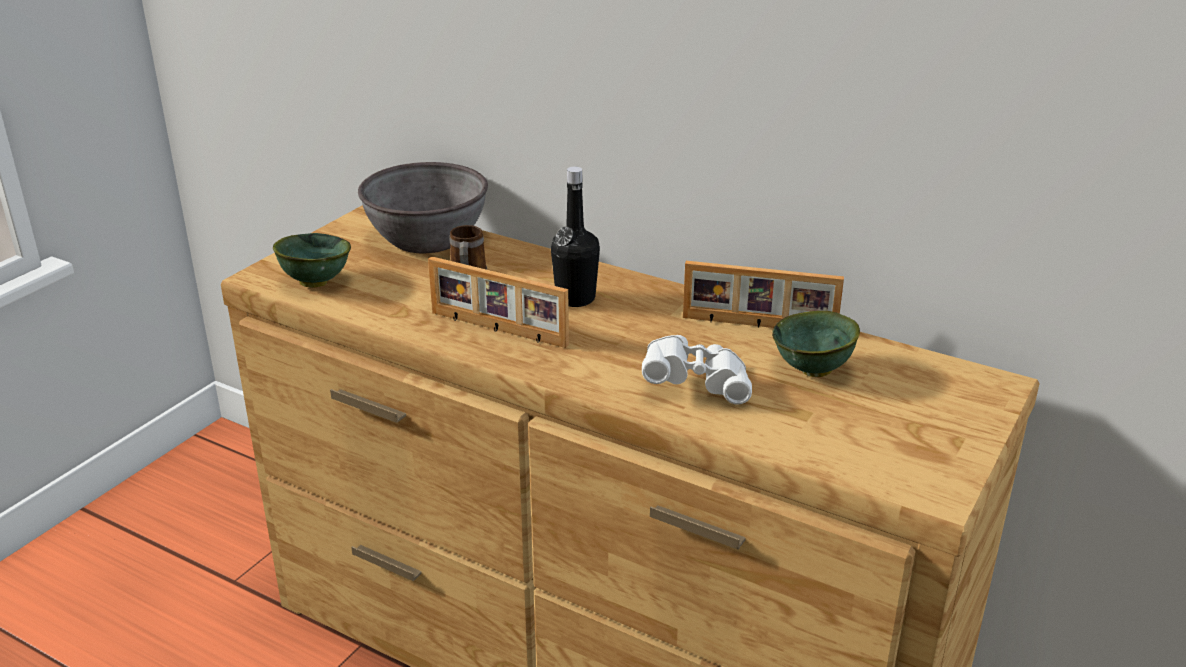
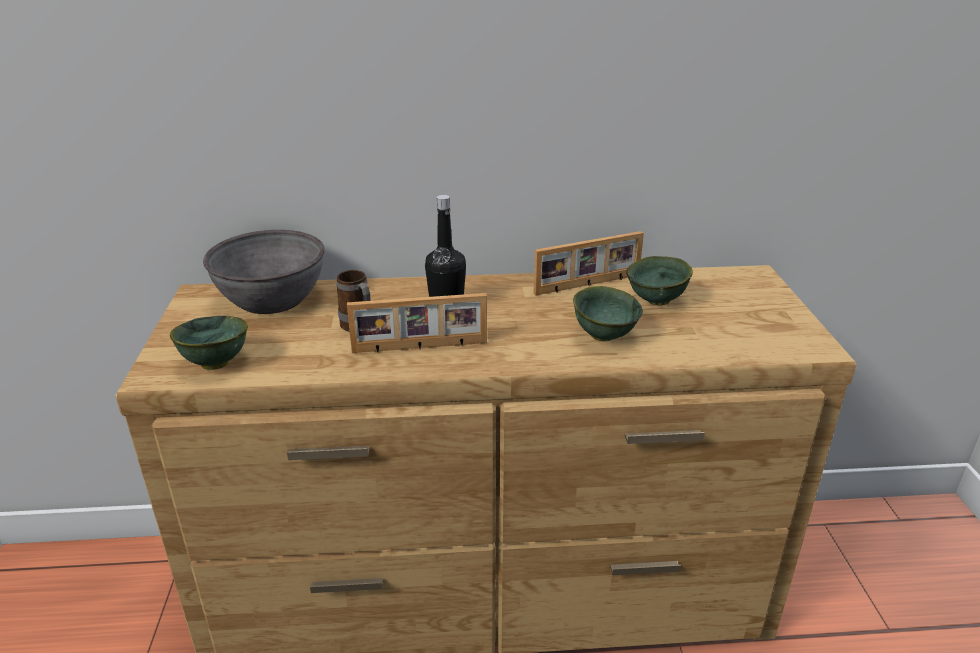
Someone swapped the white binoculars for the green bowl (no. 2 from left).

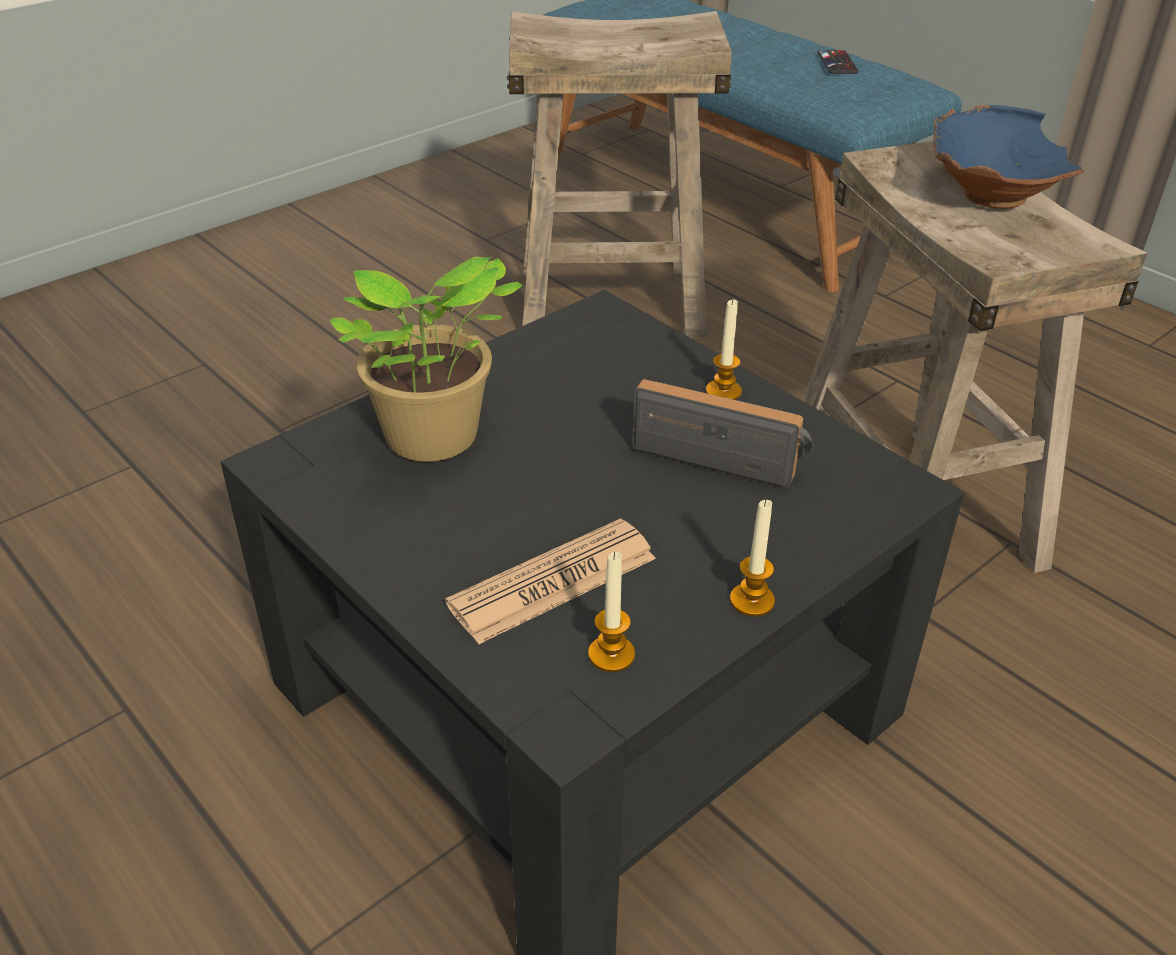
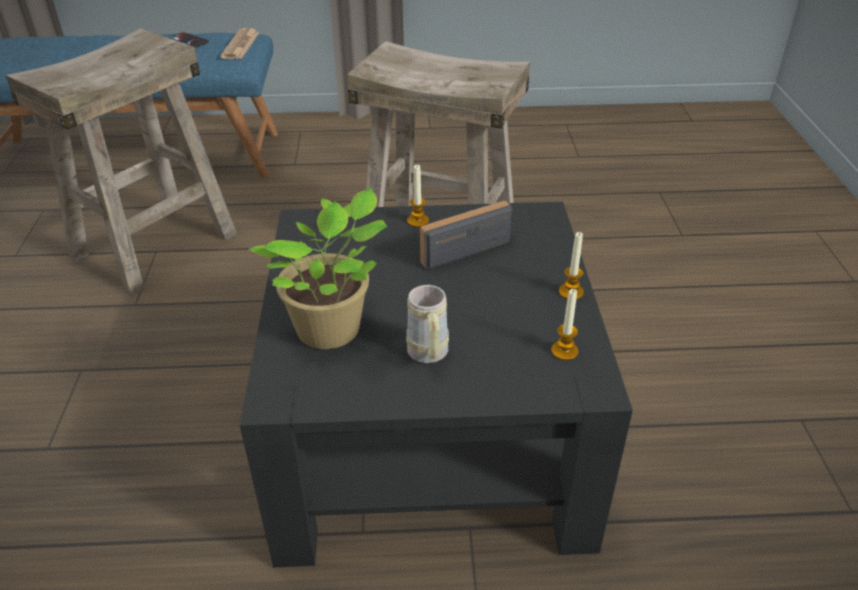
Someone carried the newspaper.
Someone put down the beige mug.
Someone took away the blue bowl.

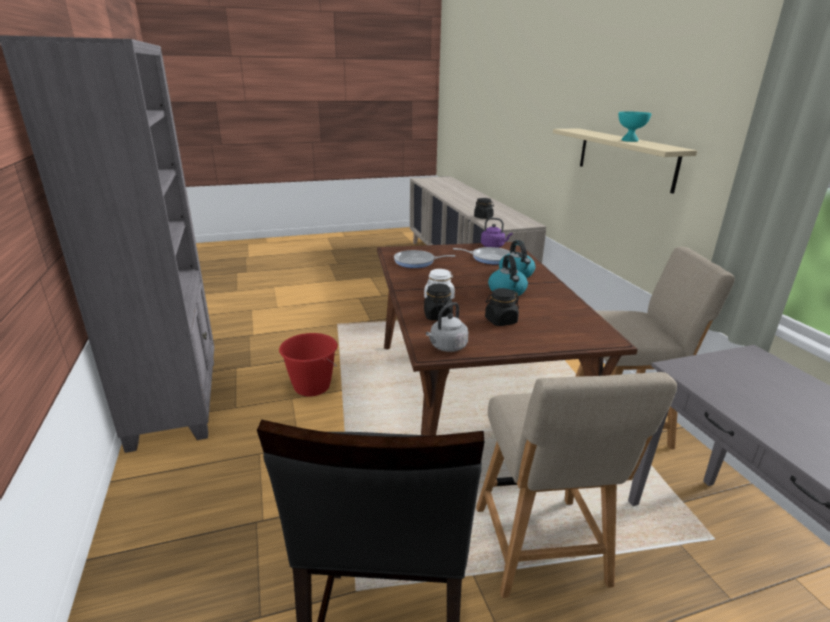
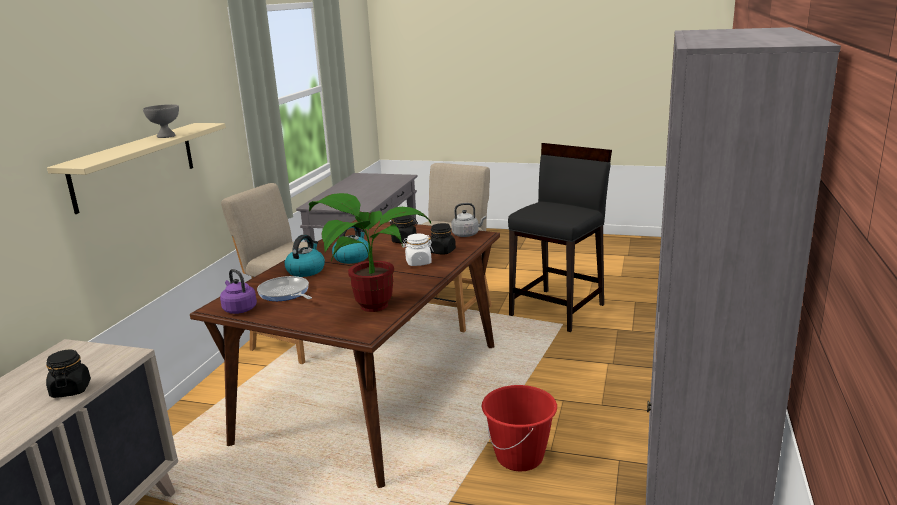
Someone repainted the turquoise bowl, which became the grey bowl.
Someone swapped the frying pan (no. 1 from left) for the potted plant.

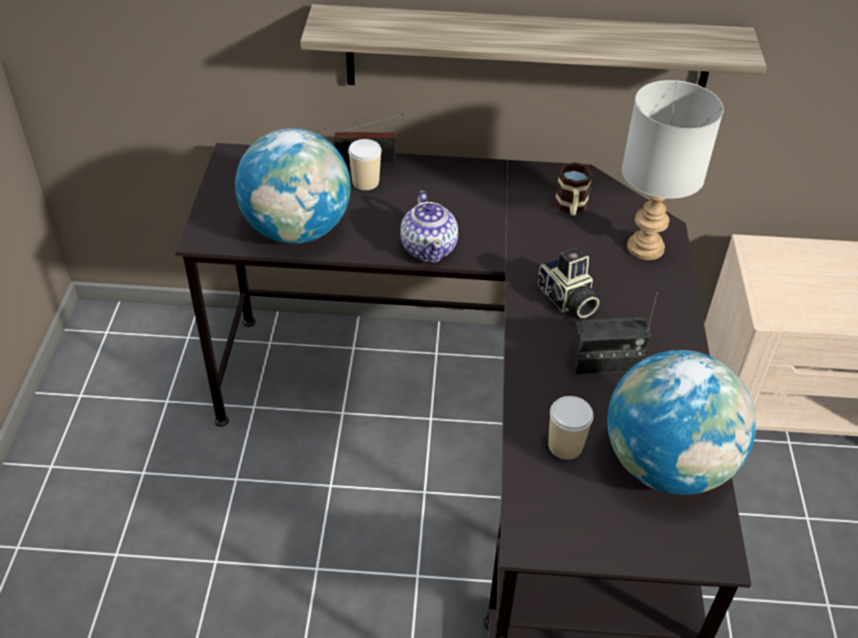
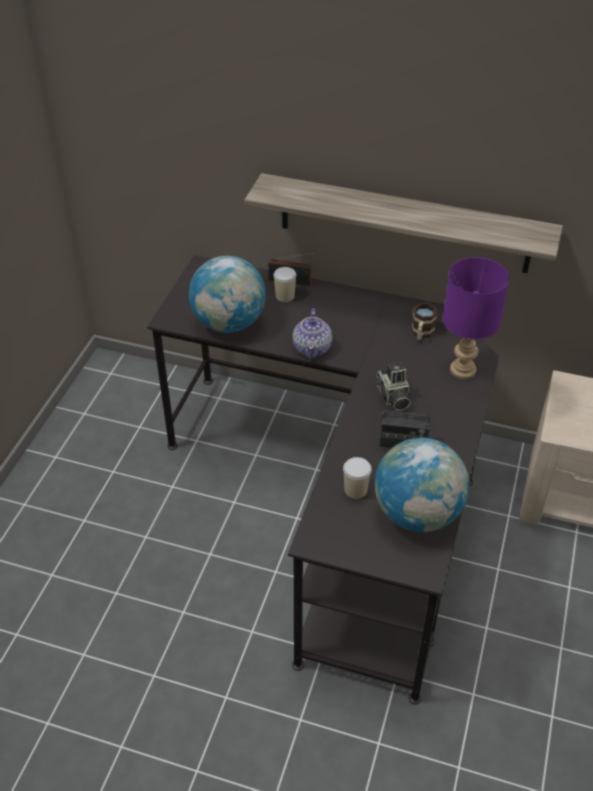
Someone repainted the grey table lamp, which became the purple table lamp.

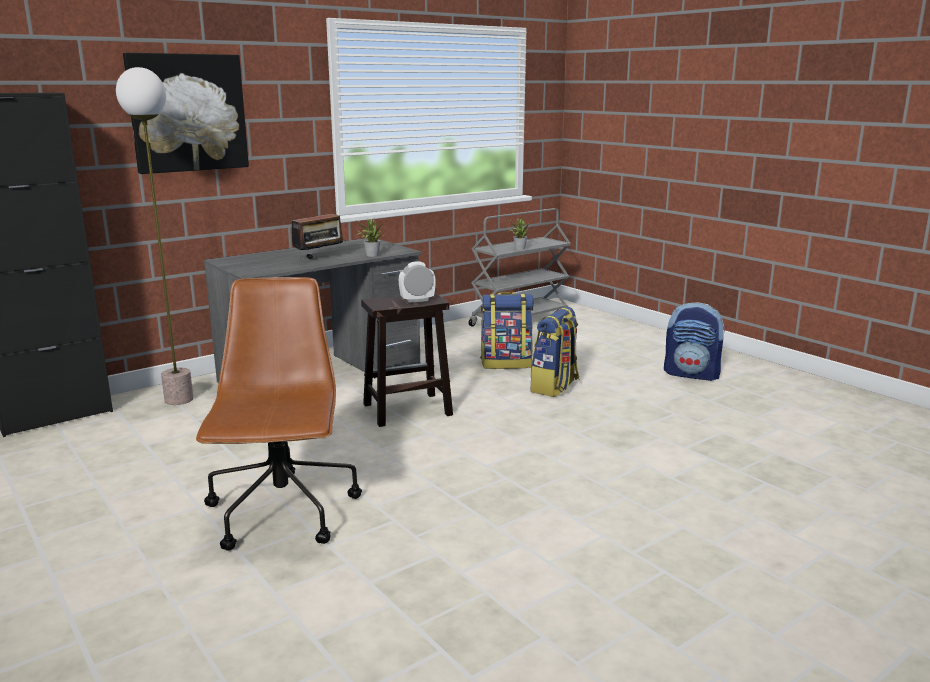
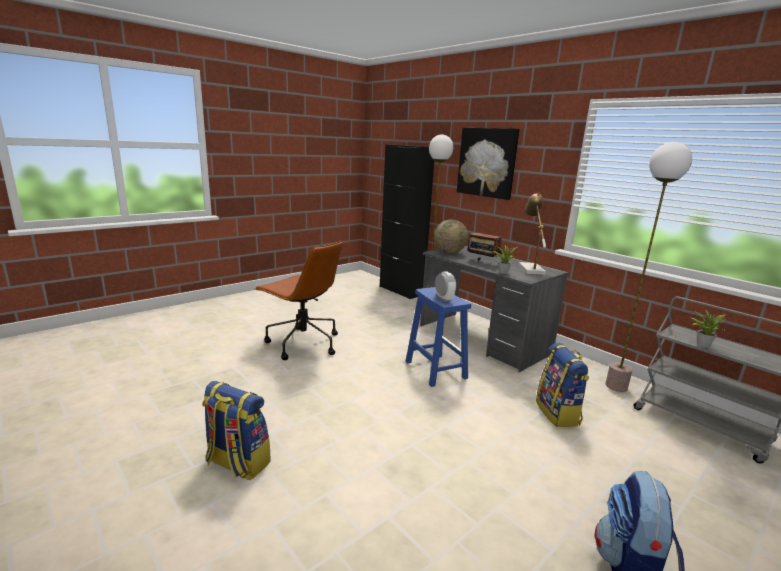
Someone carried the backpack (no. 2 from left in the first image).
Someone rotated the brown office chair by 45 degrees clockwise.
Someone repainted the brown stool, which became the blue stool.
Someone put down the globe.
Someone put down the table lamp.
Someone put down the floor lamp (no. 2 from left).

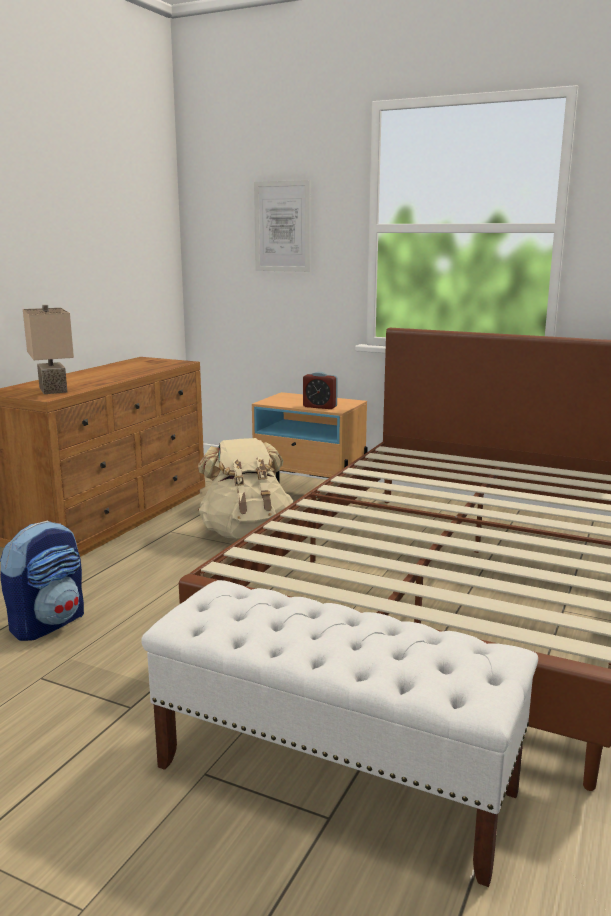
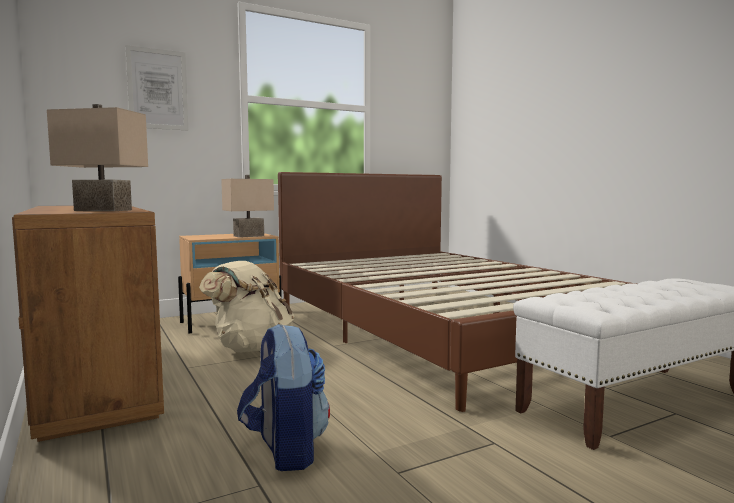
Someone swapped the alarm clock for the beige table lamp (no. 2 from left).

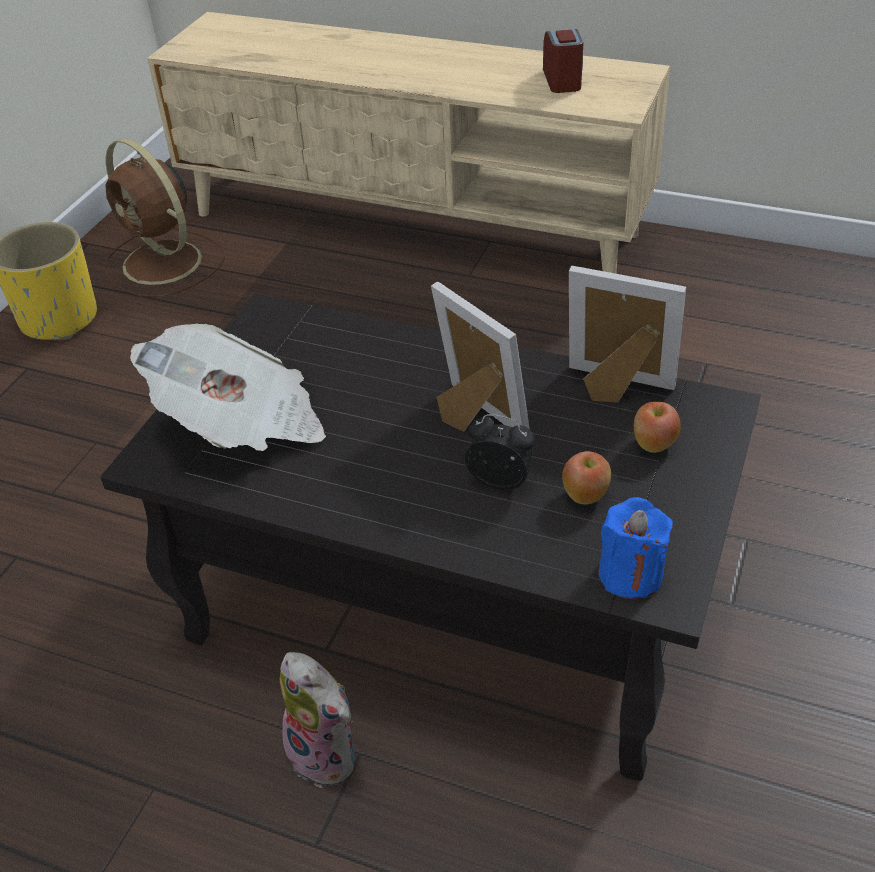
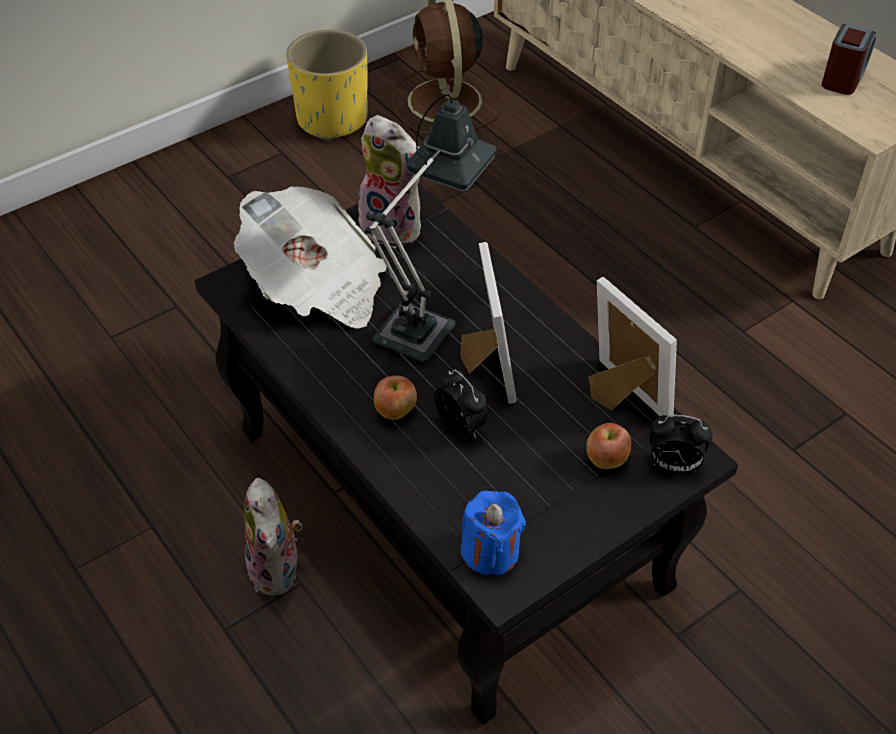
Someone put down the plush toy (no. 2 from left).
Someone put down the table lamp.
Someone carried the apple (no. 1 from left).
Someone put down the alarm clock (no. 2 from left).

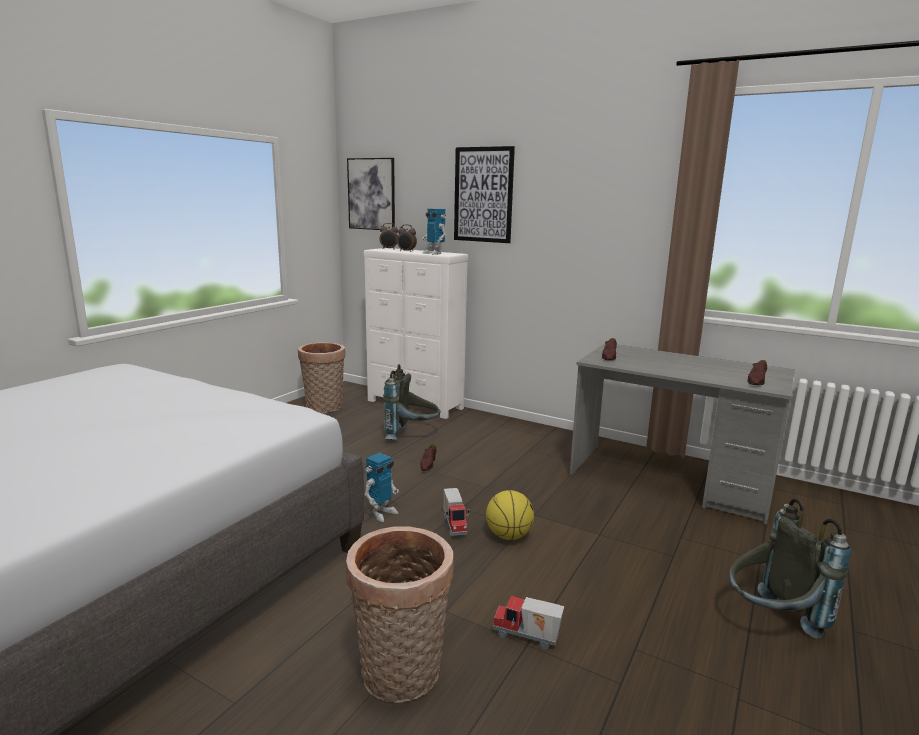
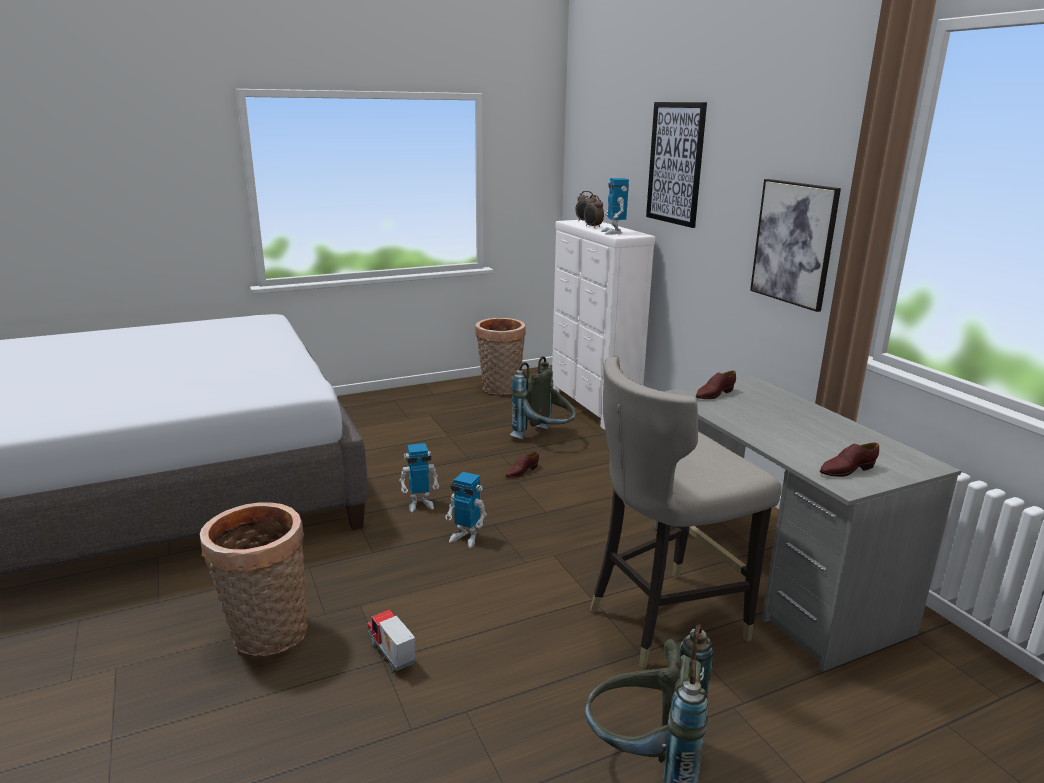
Someone swapped the toy truck (no. 1 from left) for the toy robot (no. 2 from left).
Someone put down the grey stool.
Someone carried the picture (no. 1 from left in the first image).
Someone took away the basketball.

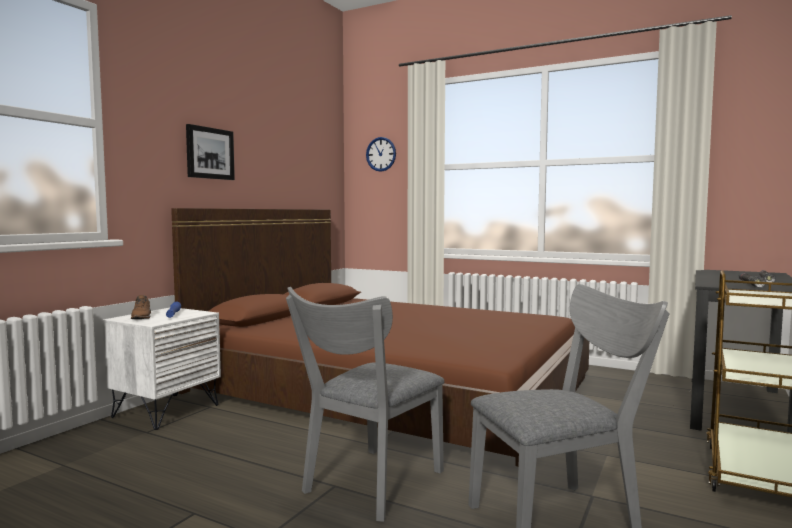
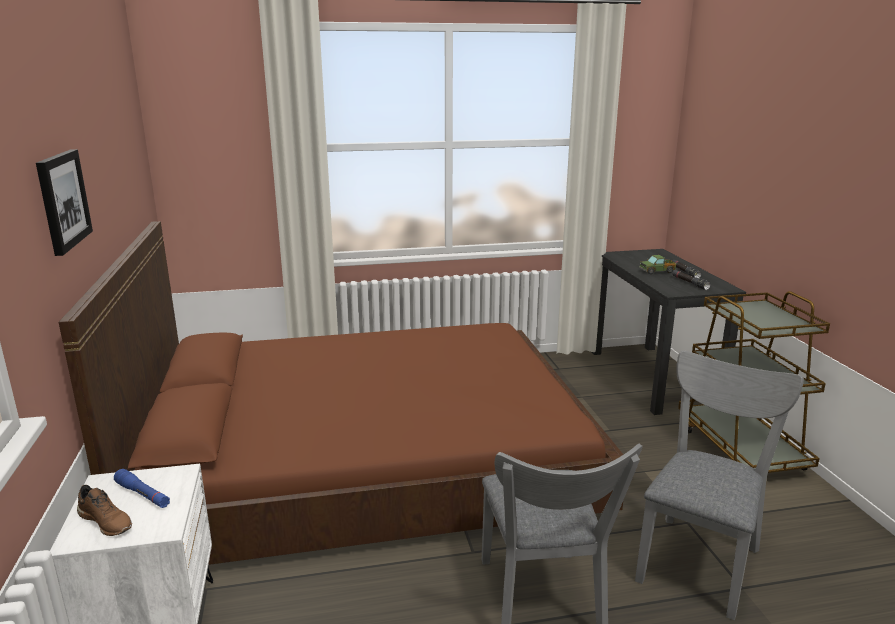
Someone put down the toy truck.
Someone took away the wall clock.

